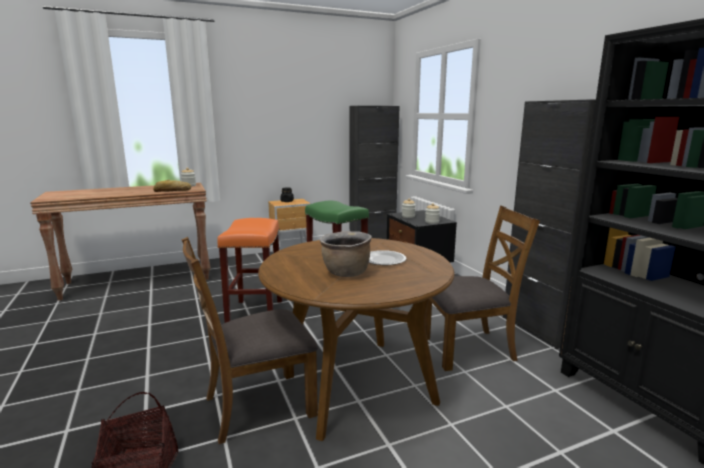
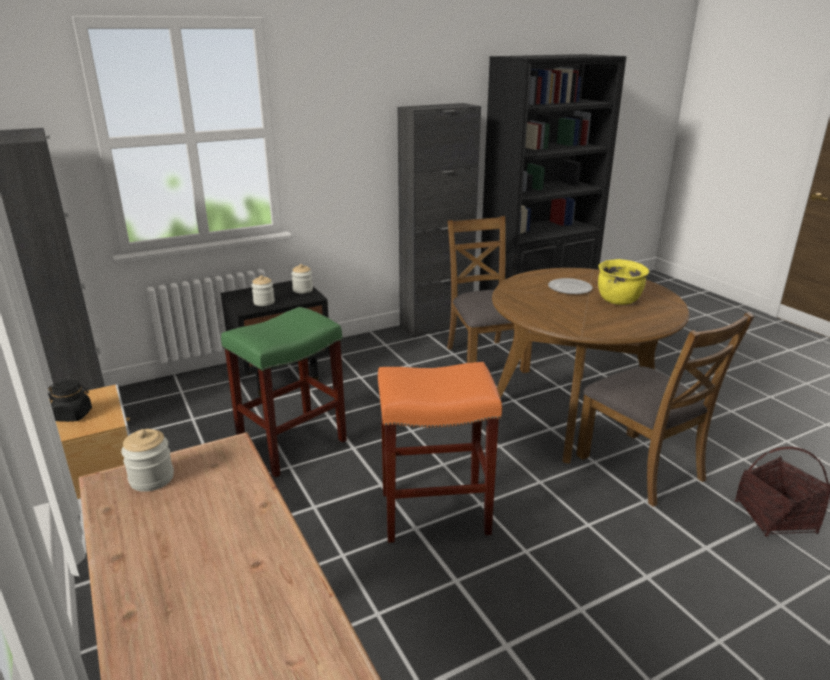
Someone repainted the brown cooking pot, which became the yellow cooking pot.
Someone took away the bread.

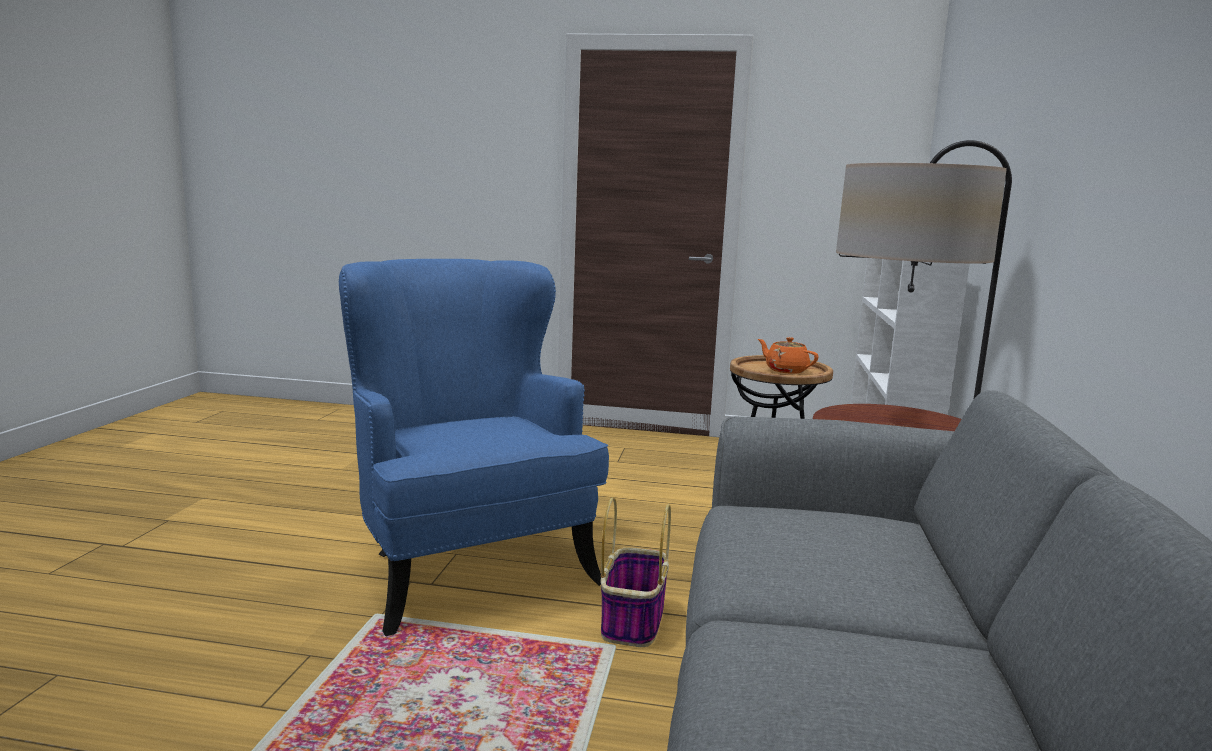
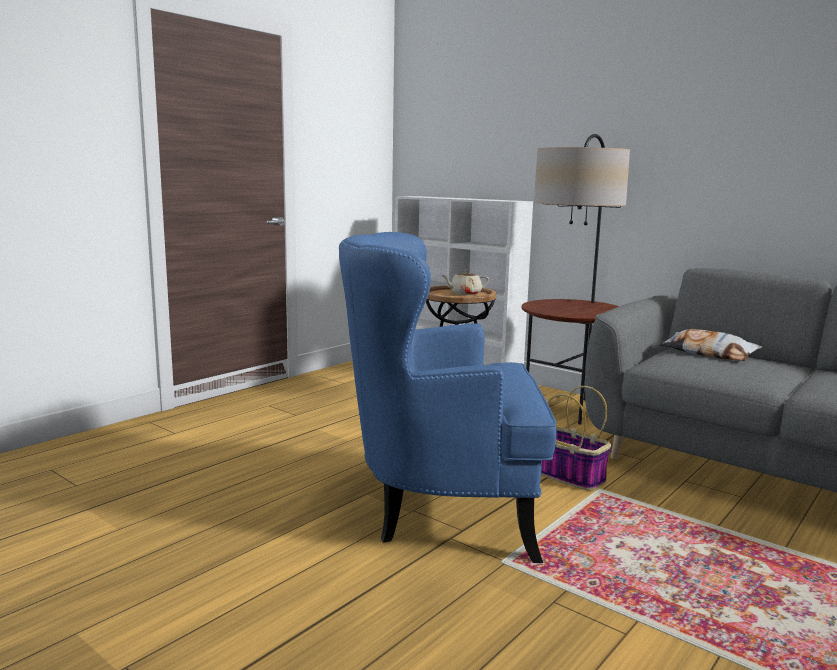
Someone repainted the orange teapot, which became the beige teapot.
Someone put down the pillow.

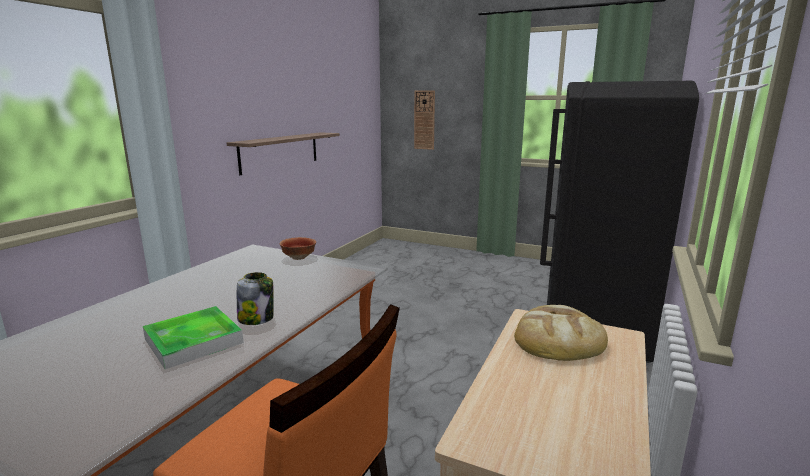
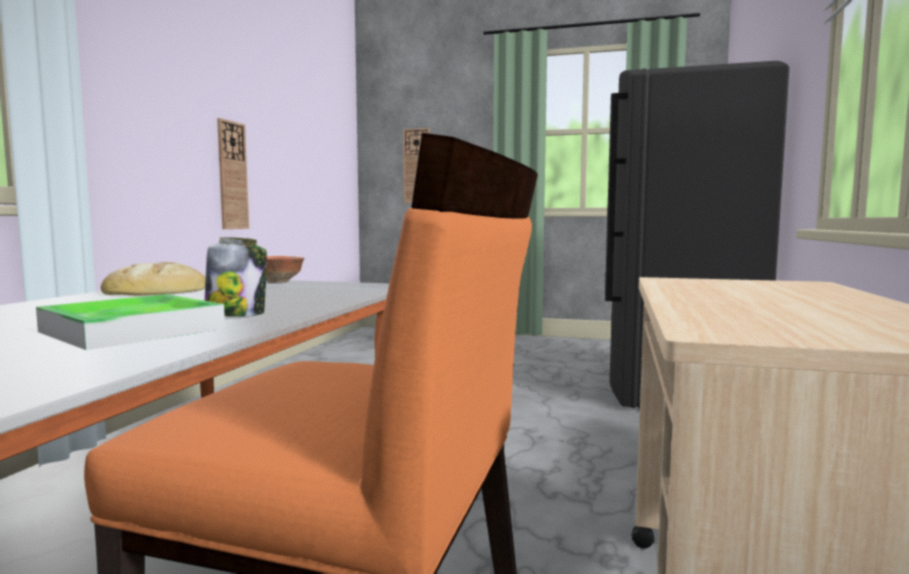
Someone carried the bread.
Someone swapped the shelf for the wall clock (no. 1 from left).

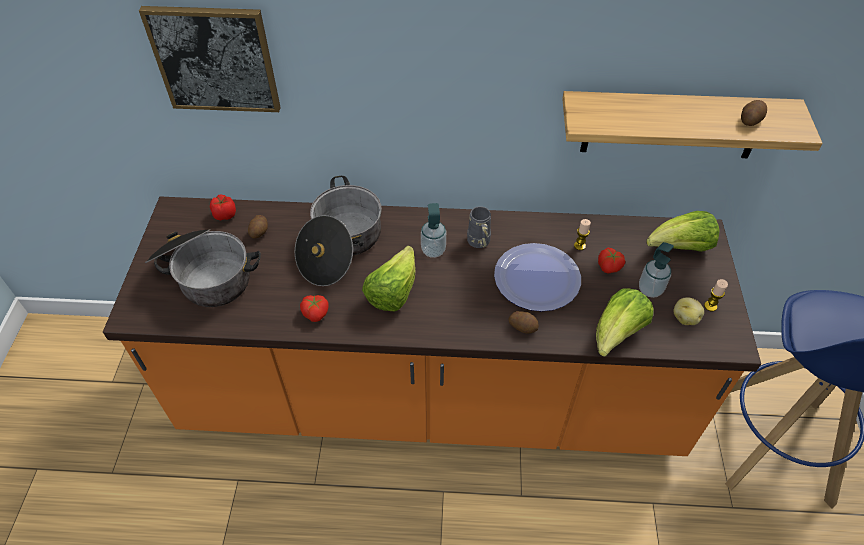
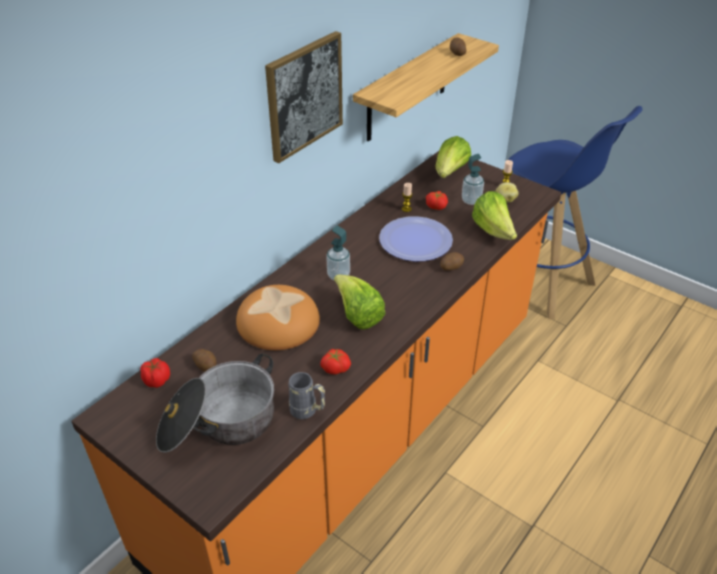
Someone swapped the cooking pot (no. 2 from left) for the bread.
Someone carried the picture.
Someone carried the grey mug.

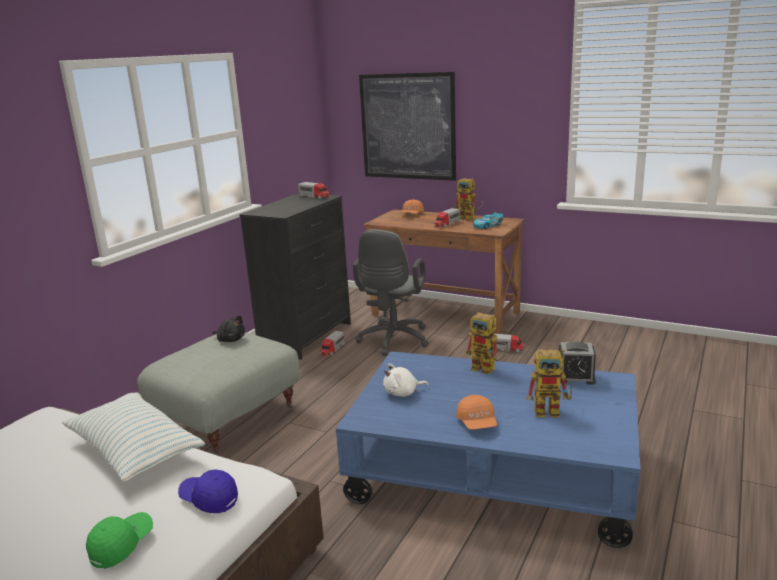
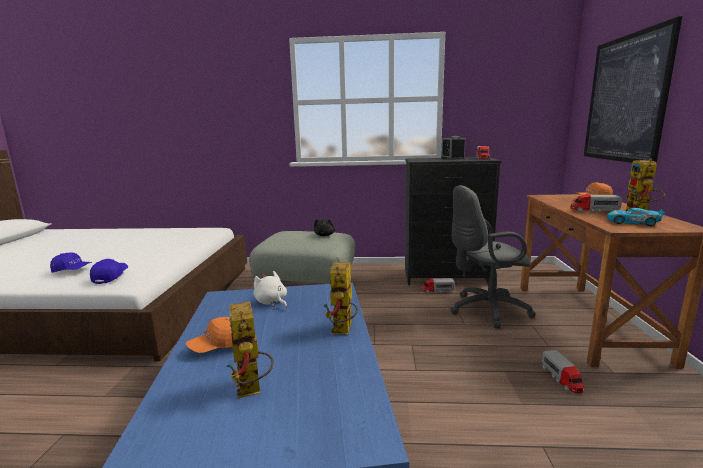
Someone repainted the green cap, which became the blue cap (no. 1 from left).
Someone carried the alarm clock.
Someone took away the pillow.

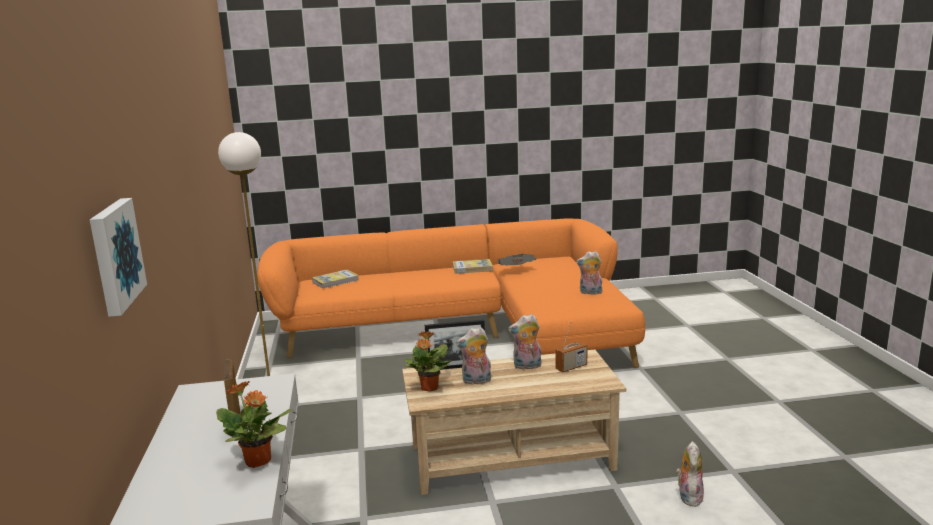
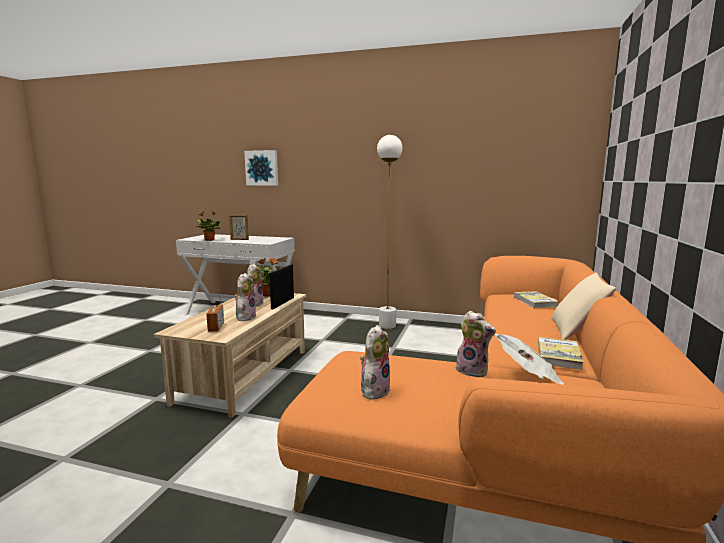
Someone carried the plush toy (no. 4 from left).
Someone put down the beige pillow.

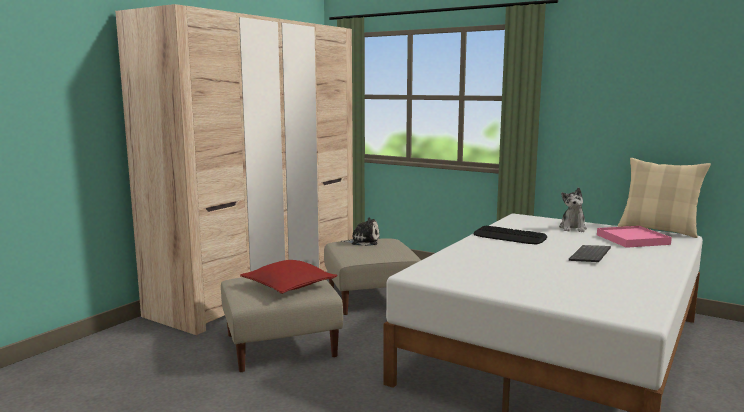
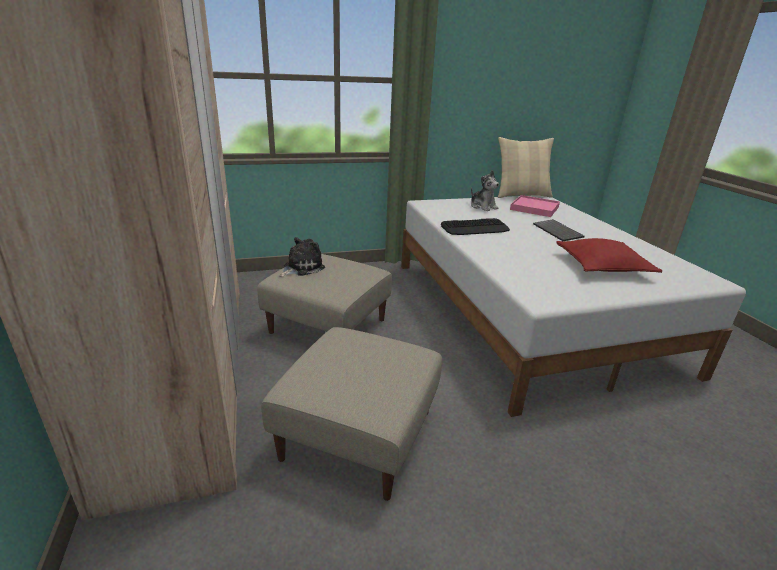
Someone carried the red pillow.

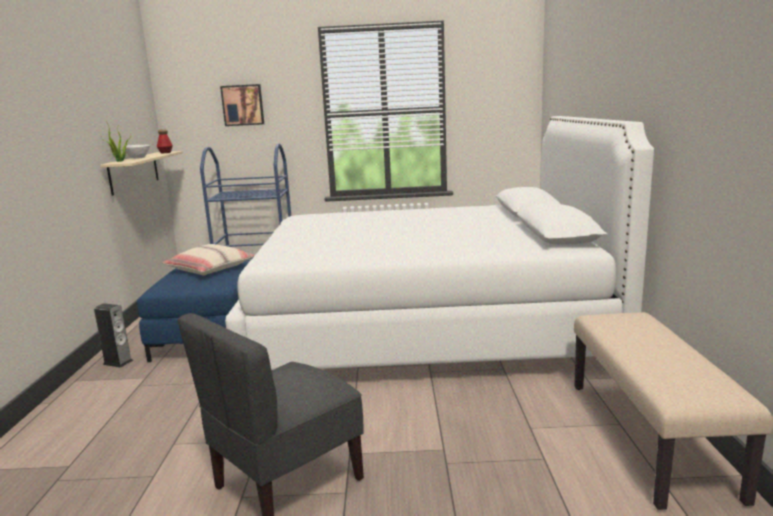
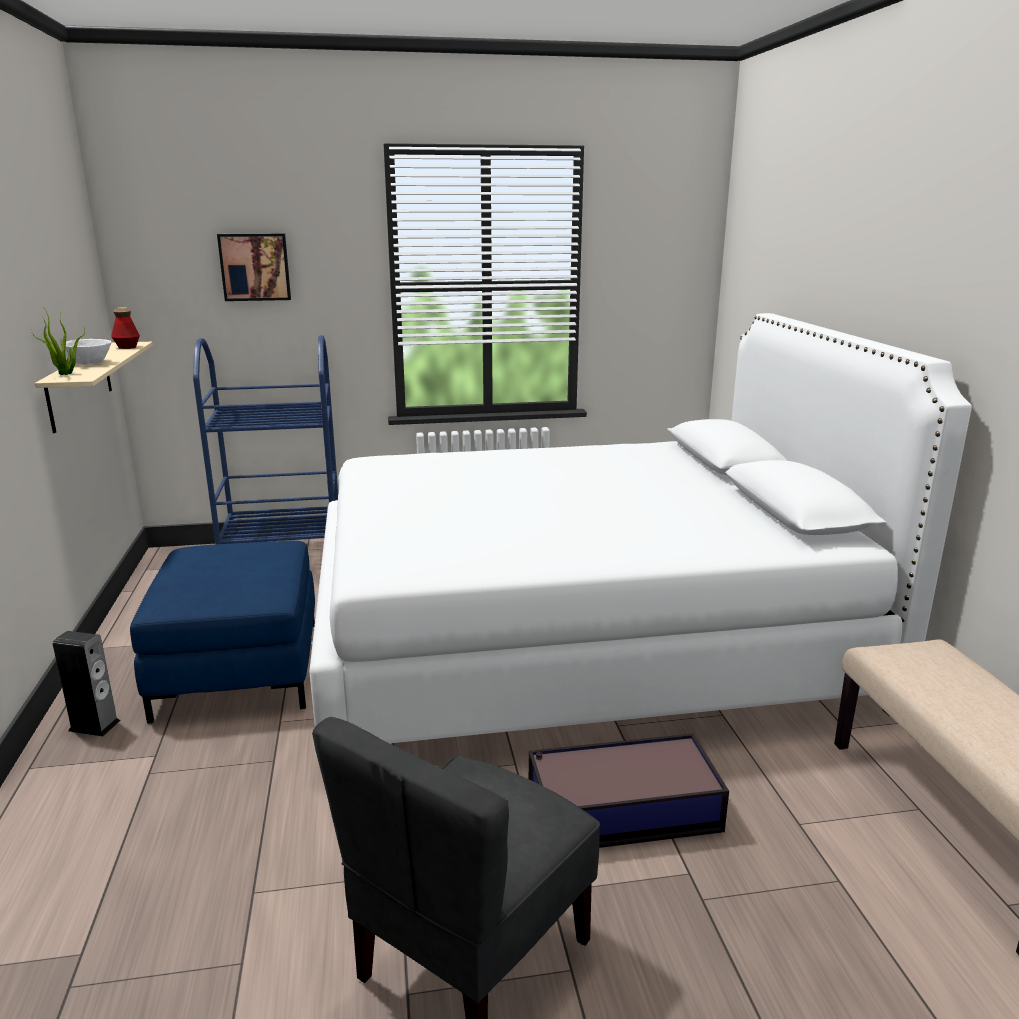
Someone put down the storage box.
Someone took away the beige pillow.

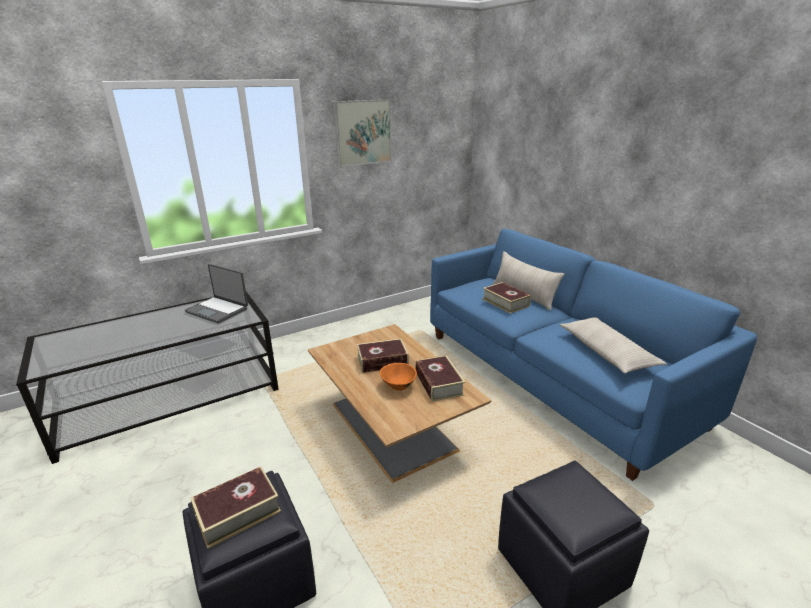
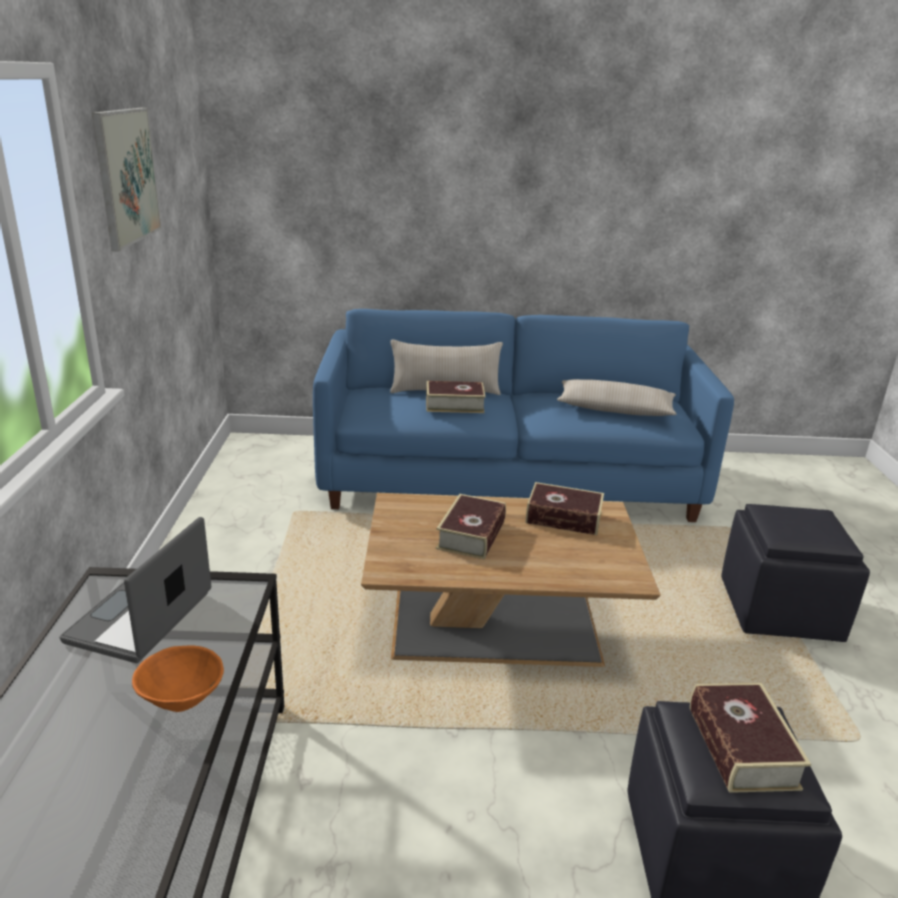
Someone rotated the laptop by 135 degrees clockwise.
Someone carried the orange bowl.

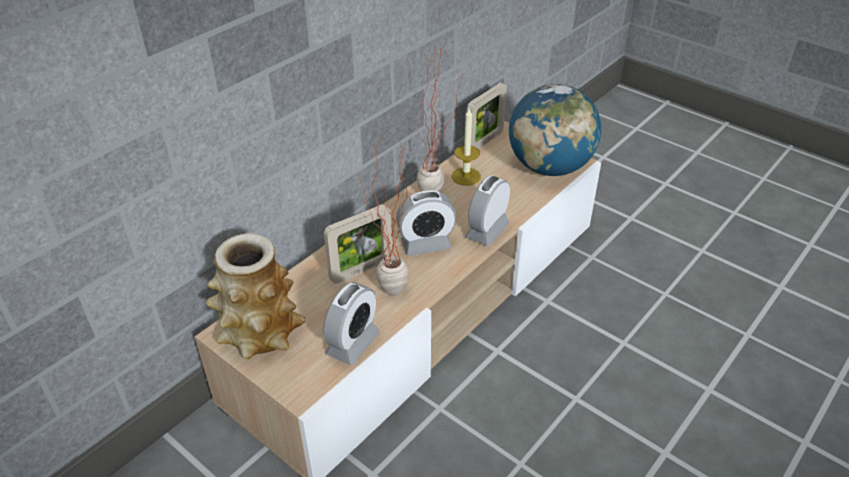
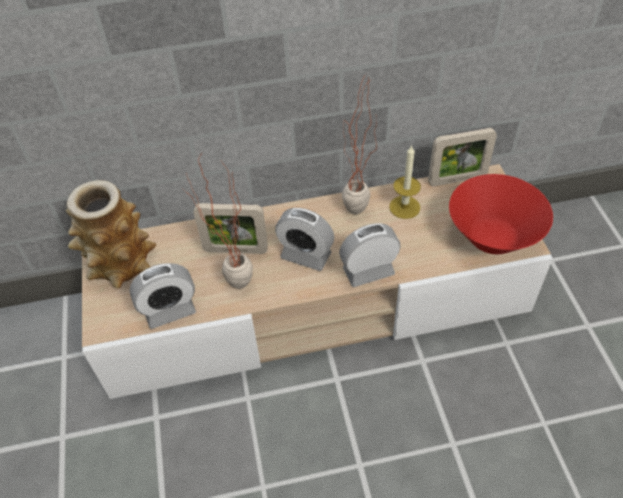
Someone swapped the globe for the red bowl.

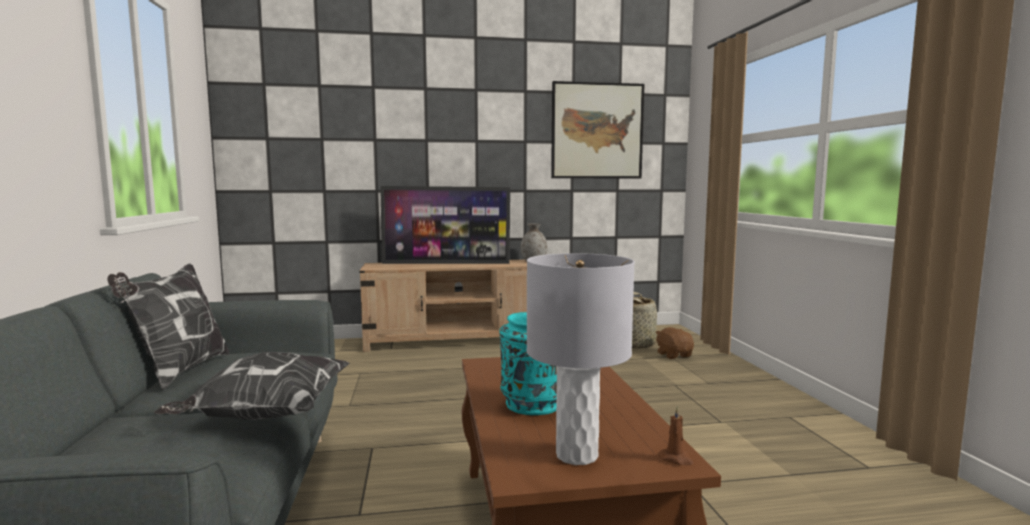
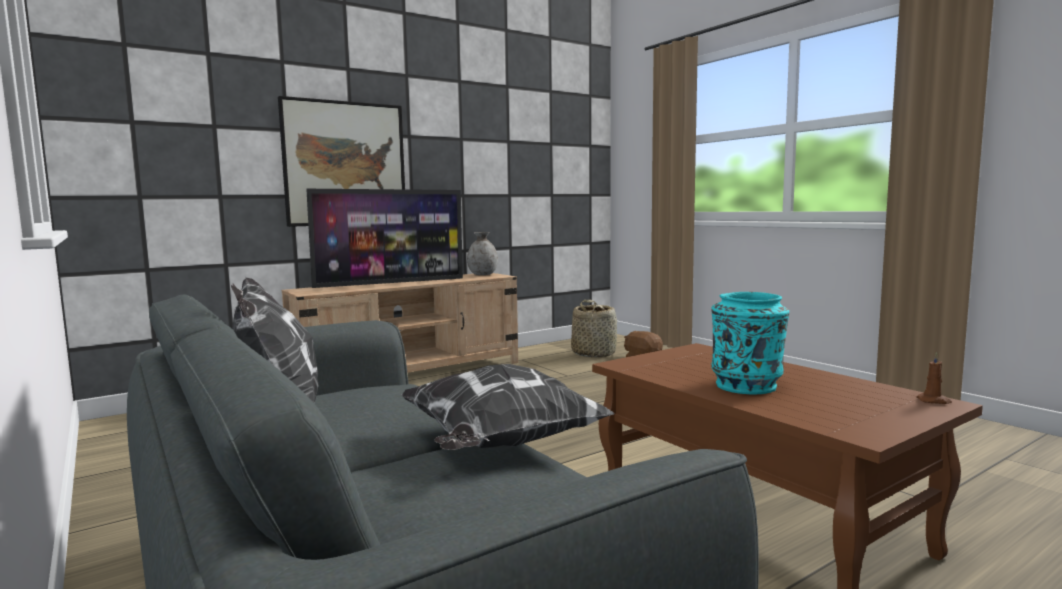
Someone carried the picture.
Someone took away the grey table lamp.

